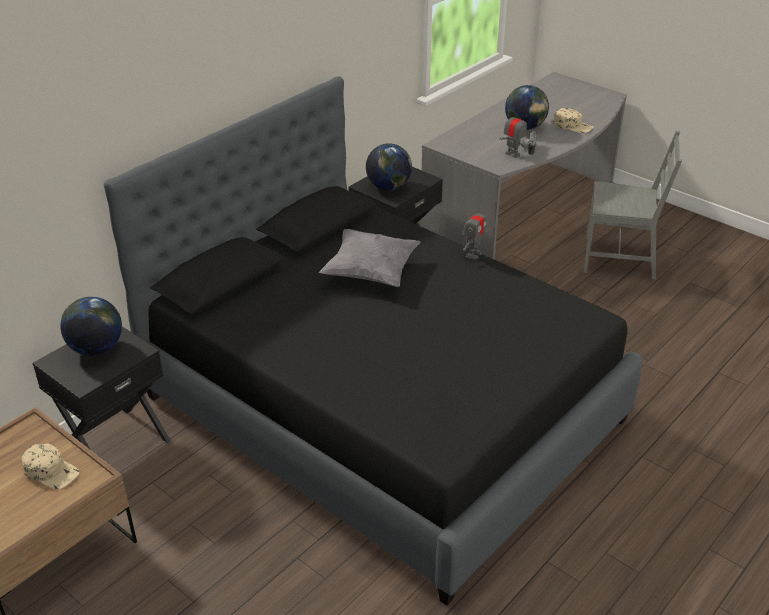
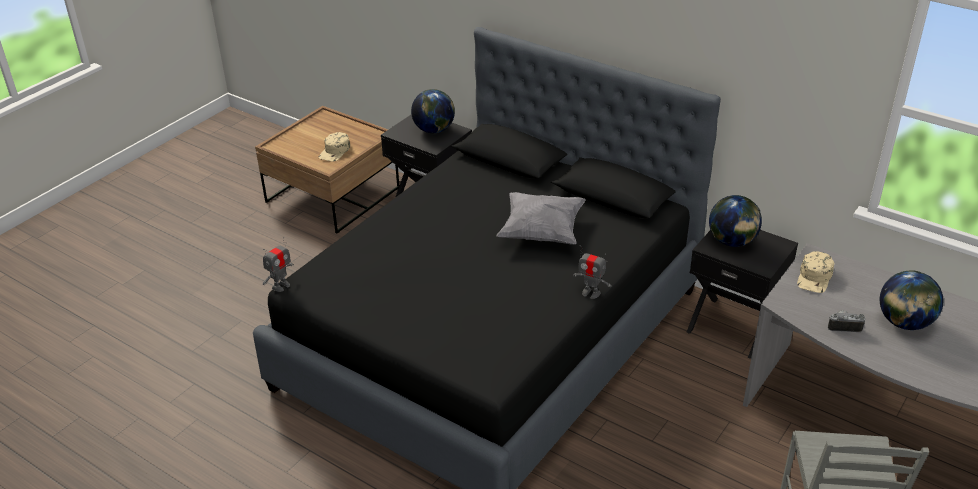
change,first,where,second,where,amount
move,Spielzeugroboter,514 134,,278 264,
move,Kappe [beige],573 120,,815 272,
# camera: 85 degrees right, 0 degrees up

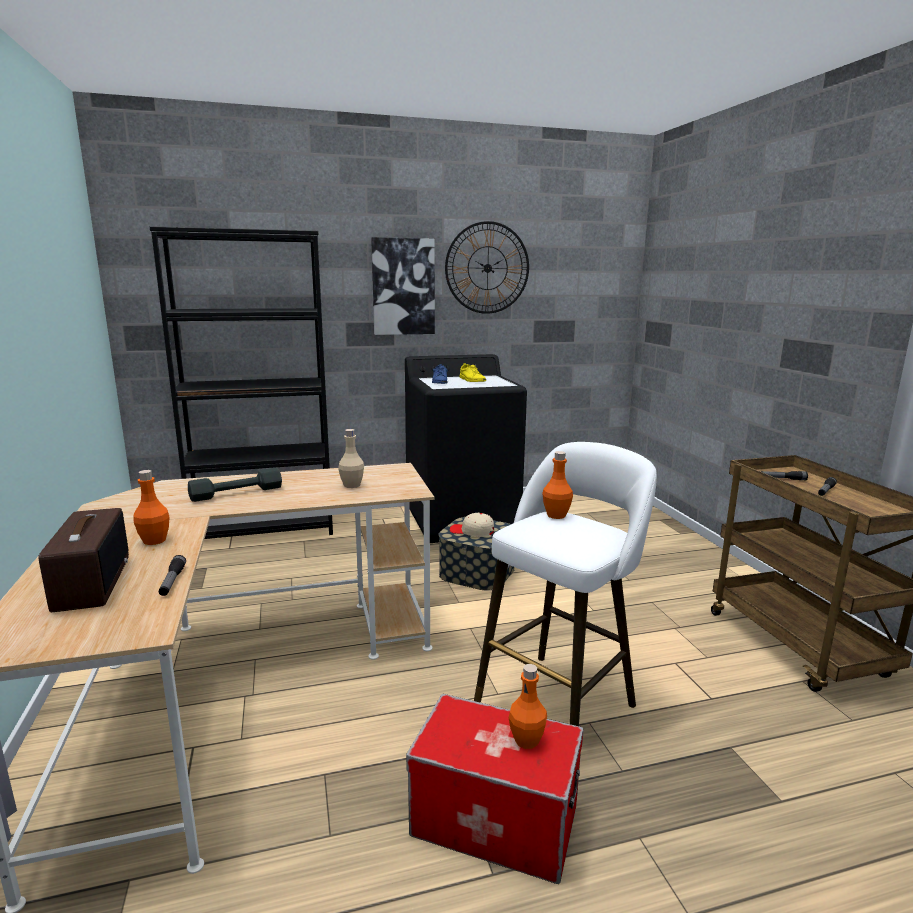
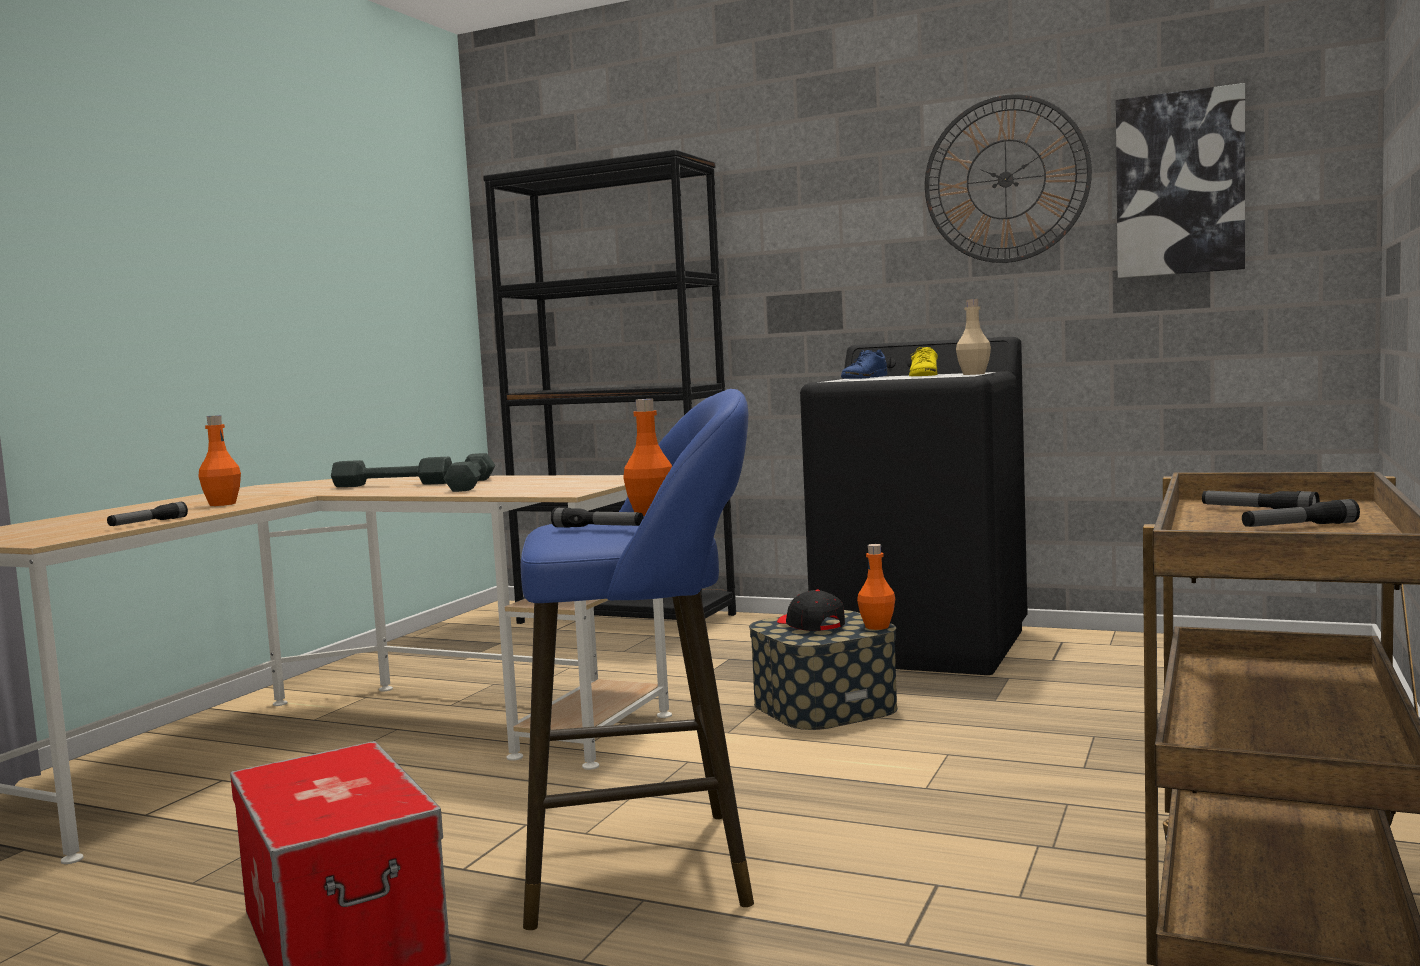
change,first,where,second,where,amount
insert,,,Hantel [grau],469 472,
recolor,Hocker [weiß],565 584,Hocker [blau],637 659,
insert,,,Taschenlampe,597 518,
recolor,Kappe [beige],472 525,Kappe [schwarz],811 610,
move,Flasche [orange],528 706,,876 587,
move,Flasche [beige],351 458,,973 337,
move,Bild,403 286,,1180 180,
delete,Radio,83 560,,,
# camera: 40 degrees right, 10 degrees down

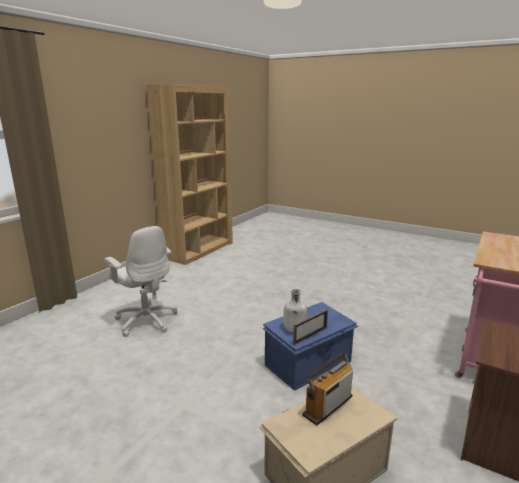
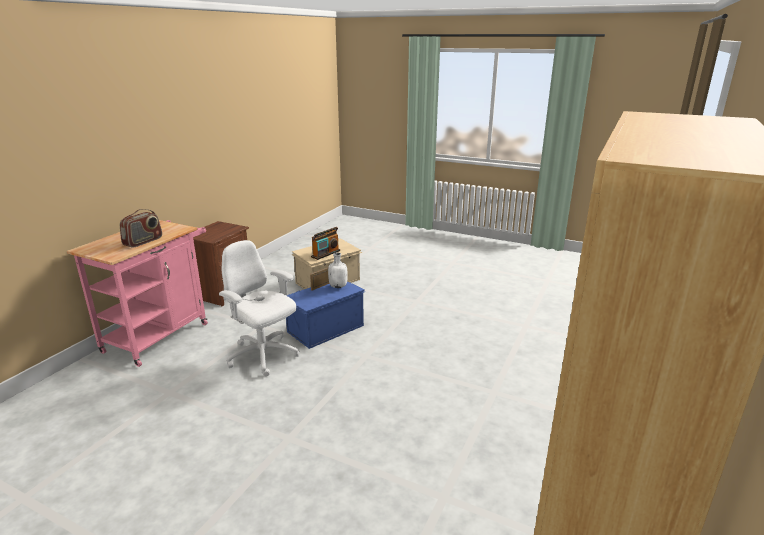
change,first,where,second,where,amount
insert,,,Radio,141 228,
move,Bürostuhl [weiß],141 281,,259 308,
# camera: 175 degrees right, 5 degrees up

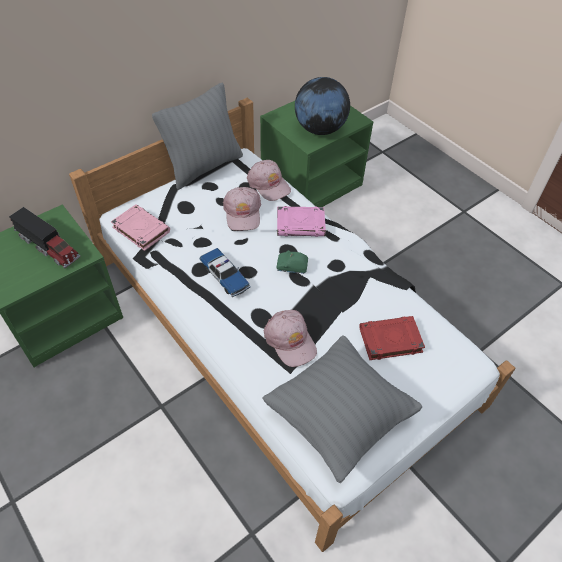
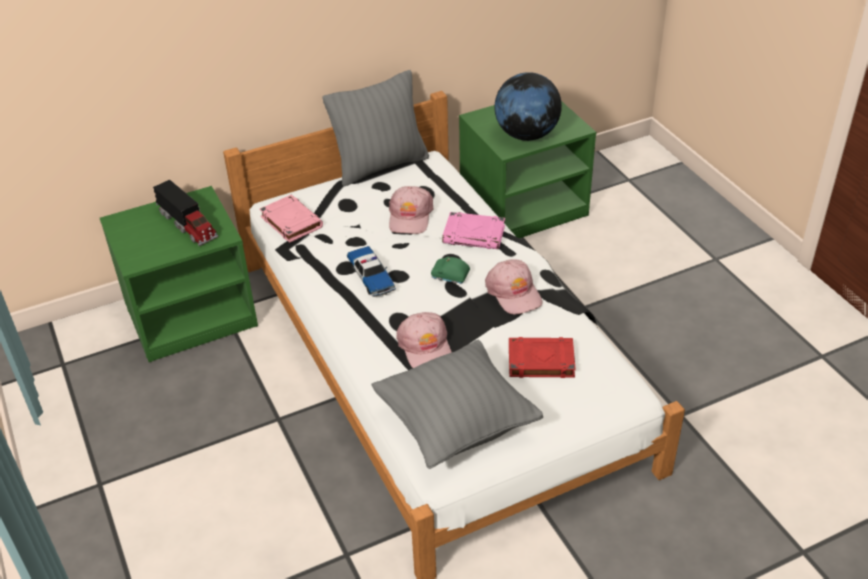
change,first,where,second,where,amount
move,Kappe [rosa],269 180,,514 287,
# camera: 15 degrees right, 10 degrees down

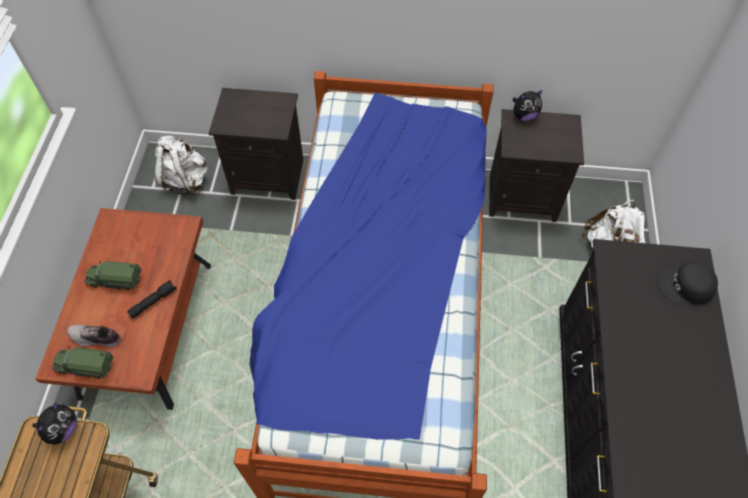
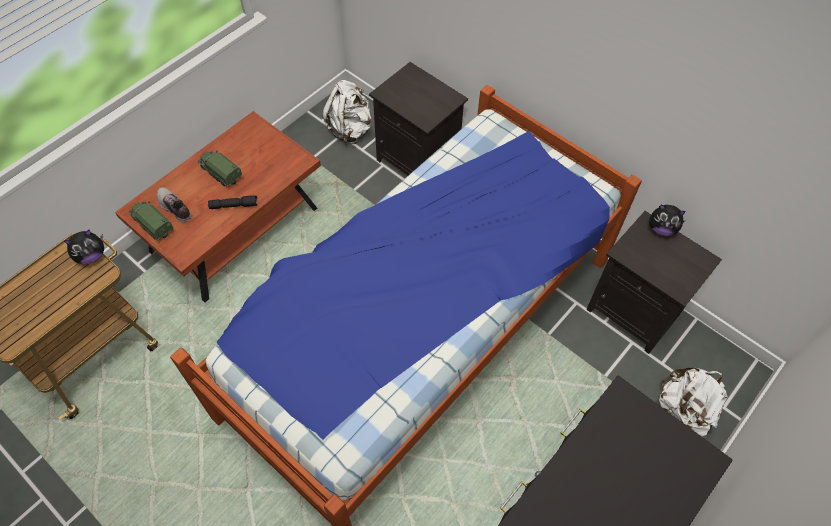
change,first,where,second,where,amount
delete,Kappe [schwarz],688 283,,,
# camera: 35 degrees right, 0 degrees up

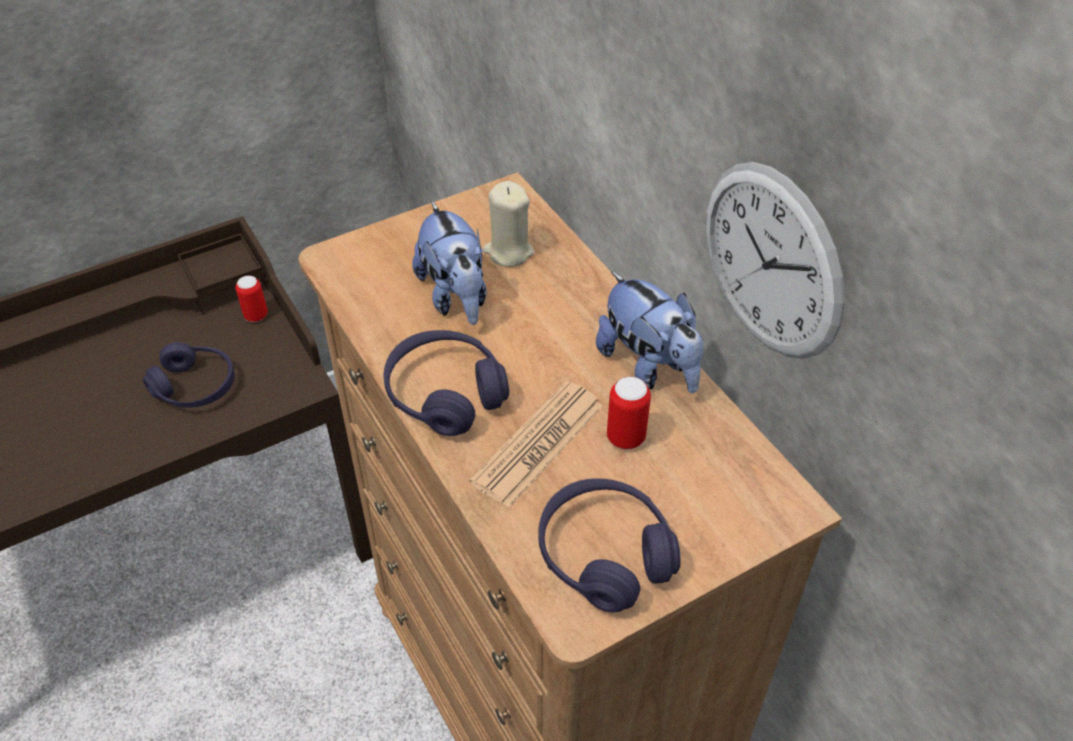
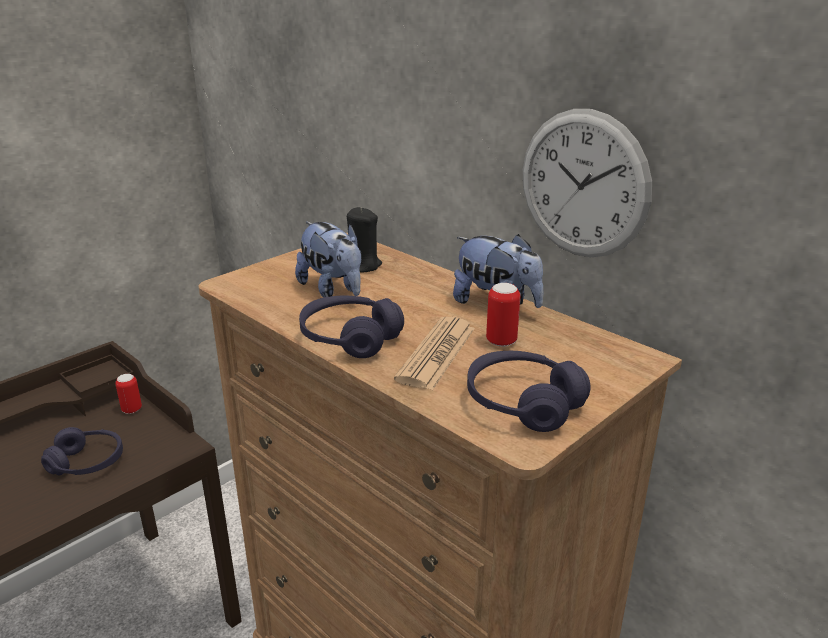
change,first,where,second,where,amount
recolor,Kerze [beige],509 224,Kerze [schwarz],364 239,
# camera: 15 degrees left, 20 degrees down

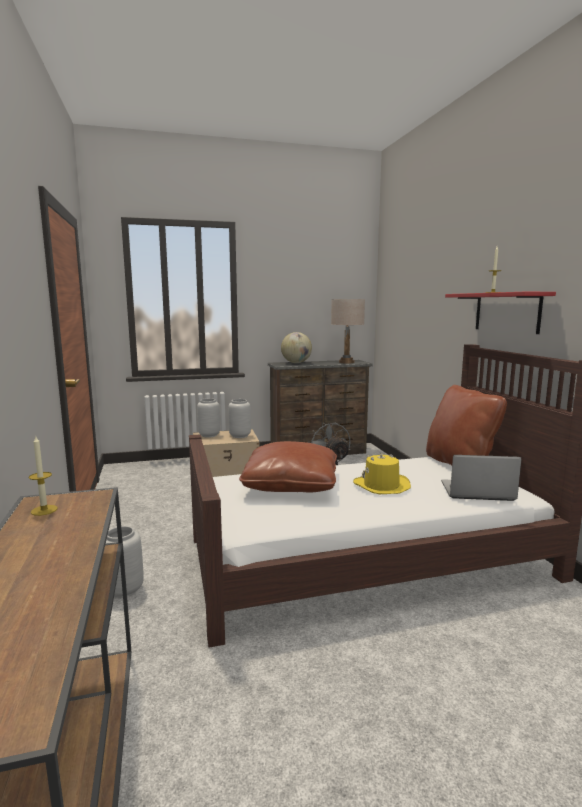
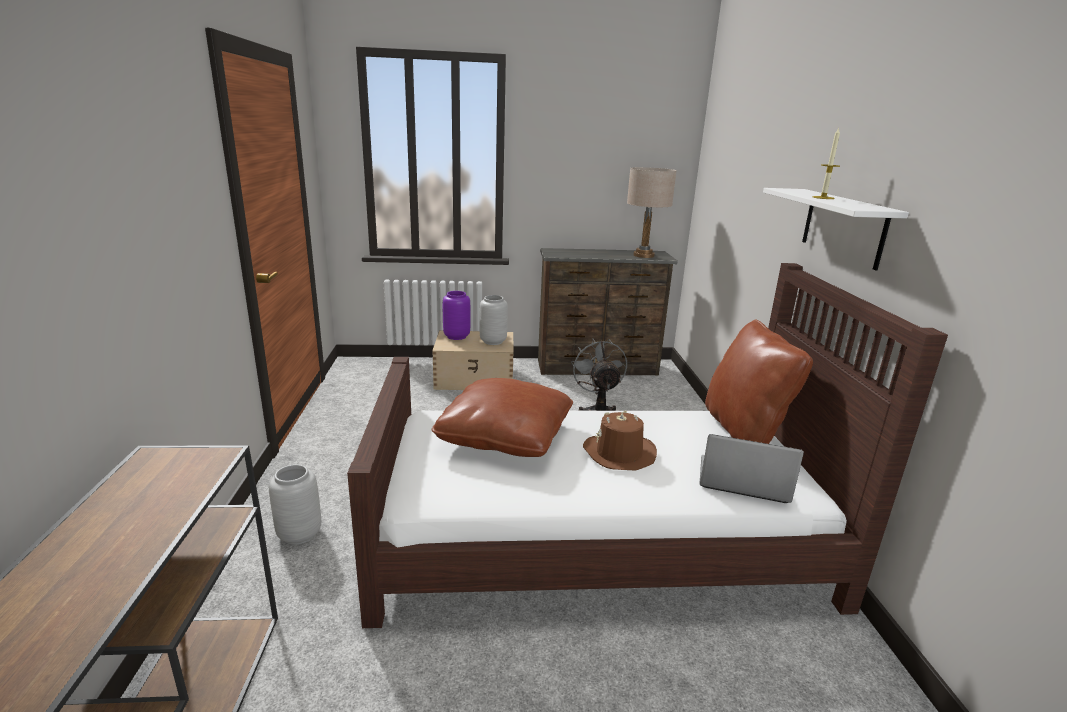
change,first,where,second,where,amount
recolor,Vase [grau],208 418,Vase [lila],456 315,
recolor,Hut [gelb],382 473,Hut [braun],620 440,
recolor,Wandregal [rot],500 313,Wandregal [weiß],836 229,
delete,Kerze,43 476,,,
delete,Globus,296 347,,,
# camera: 10 degrees right, 10 degrees up

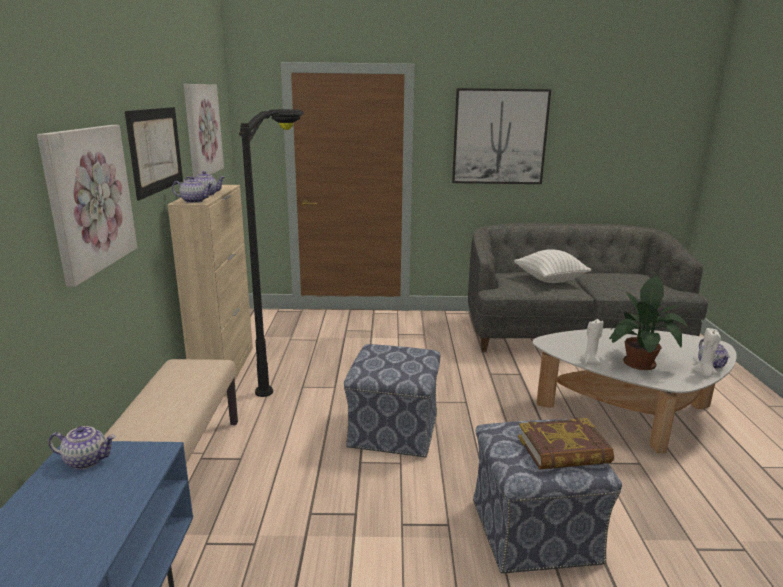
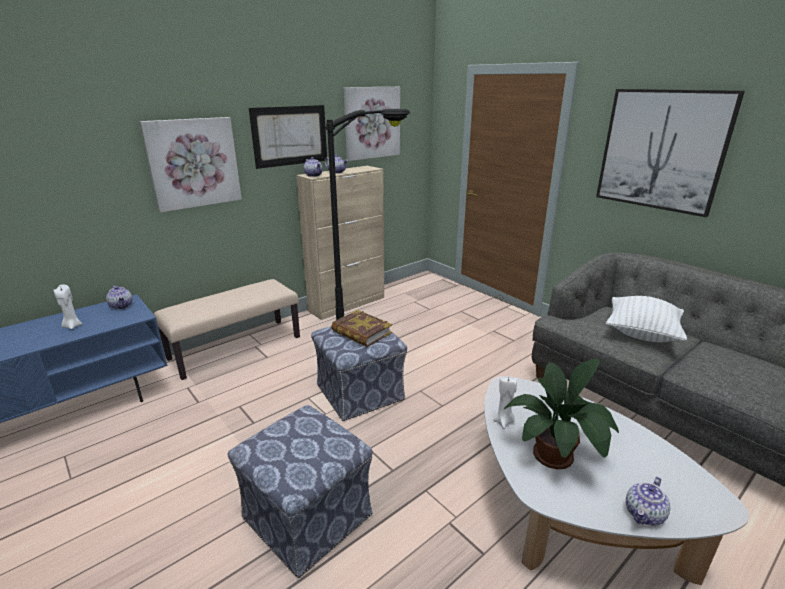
change,first,where,second,where,amount
move,Kerze [weiß],706 352,,67 307,
move,Buch,566 444,,361 328,
# camera: 50 degrees right, 5 degrees up

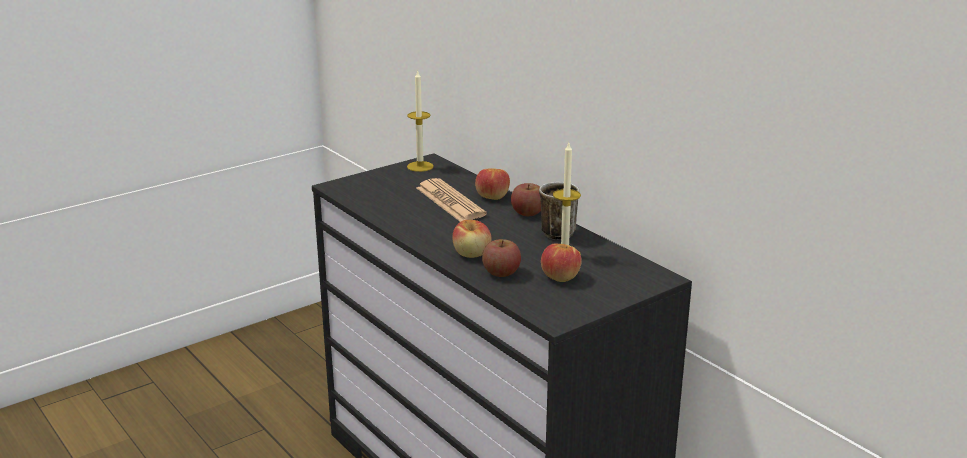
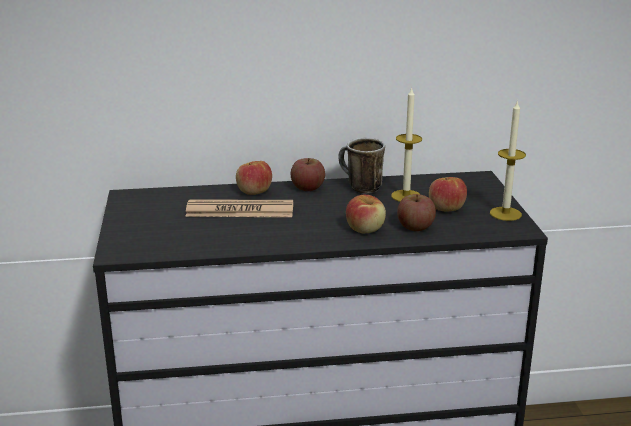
change,first,where,second,where,amount
move,Kerze,420 121,,508 160,
# camera: 60 degrees left, 0 degrees up

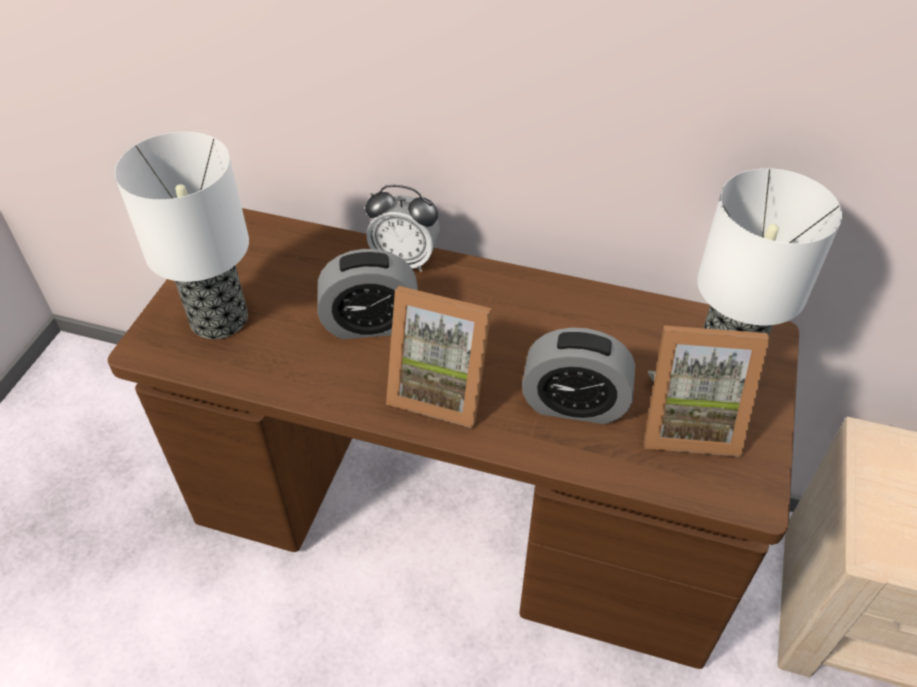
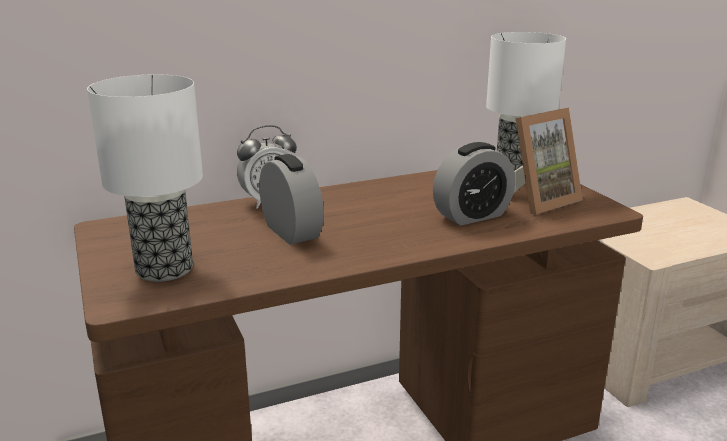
change,first,where,second,where,amount
rotate,Wecker,367 294,,291 199,75 degrees counterclockwise
delete,Bilderrahmen,439 357,,,
# camera: 40 degrees left, 25 degrees down

